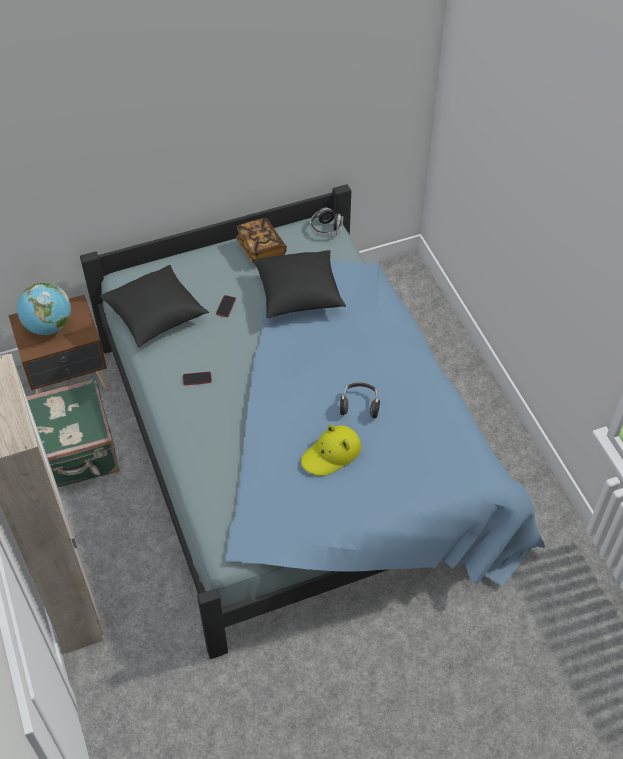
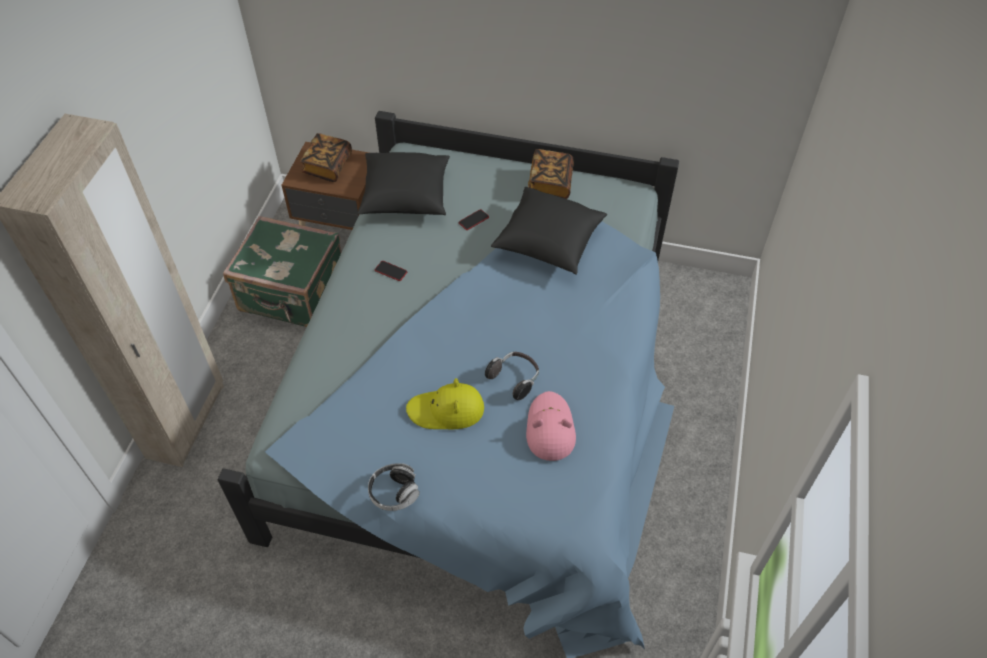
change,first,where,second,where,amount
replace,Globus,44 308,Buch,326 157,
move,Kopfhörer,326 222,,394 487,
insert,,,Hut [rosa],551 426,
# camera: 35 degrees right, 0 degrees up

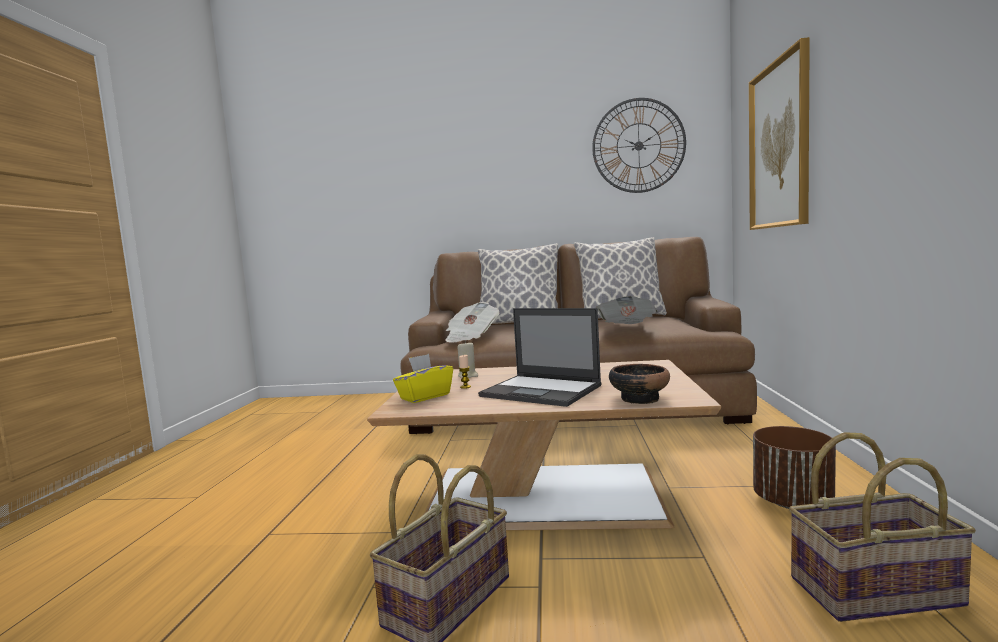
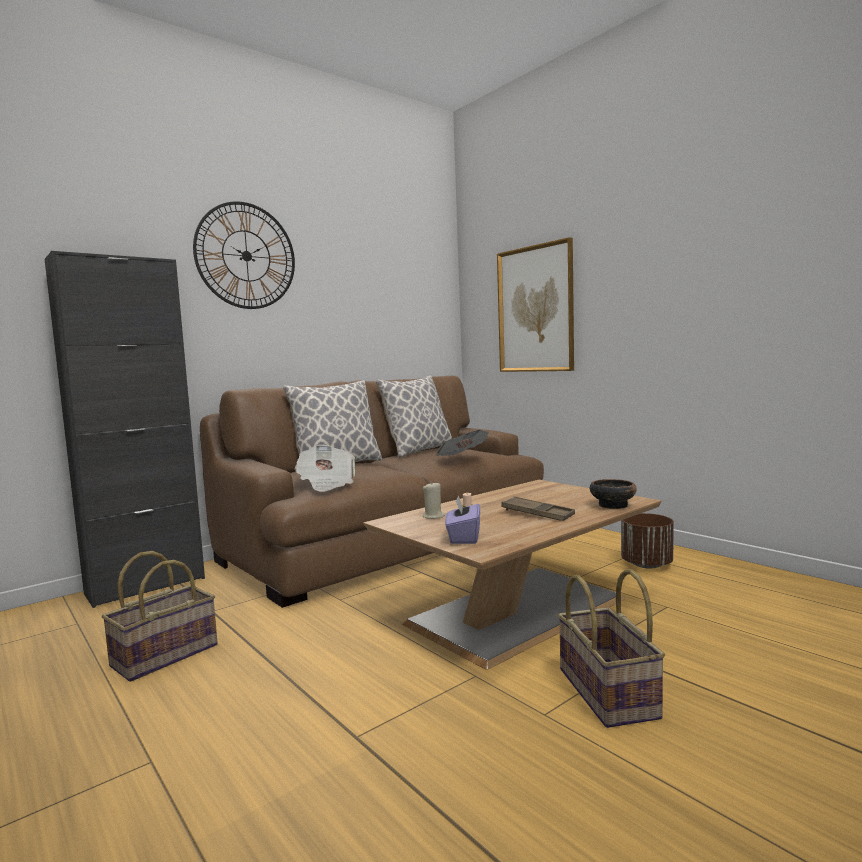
change,first,where,second,where,amount
insert,,,Schrank [schwarz],124 429,
move,Korb,882 527,,160 616,
move,Wanduhr,639 145,,244 255,
recolor,Taschentuchbox [gelb],423 378,Taschentuchbox [lila],462 519,
replace,Laptop,540 357,Tablett [braun],538 508,
# camera: 45 degrees left, 0 degrees up

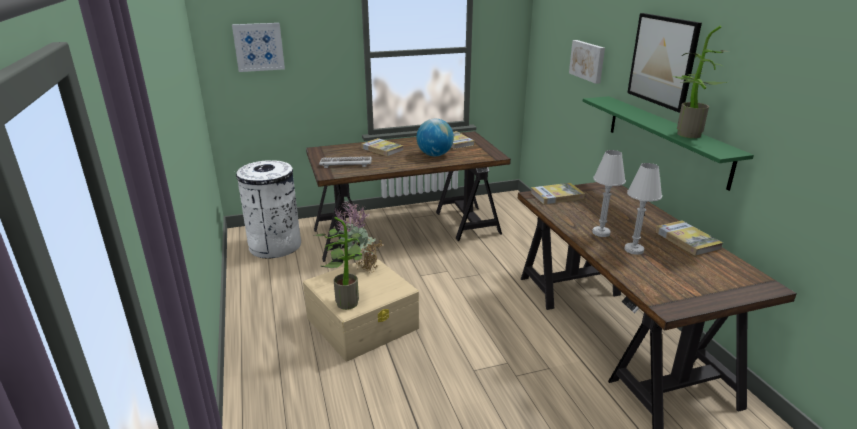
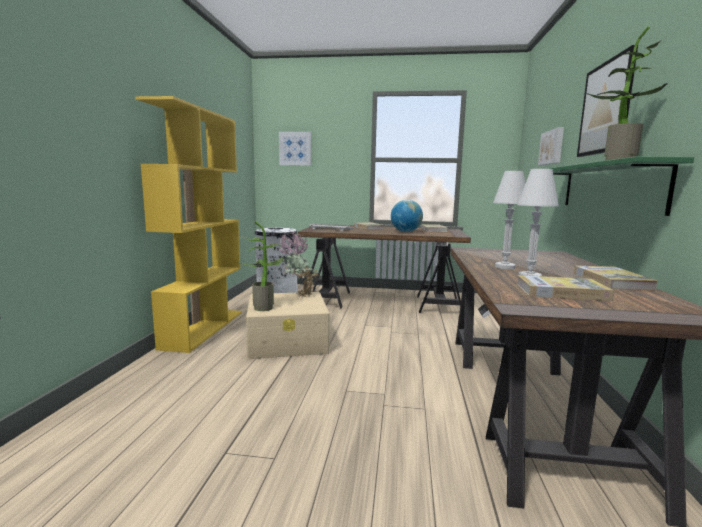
change,first,where,second,where,amount
insert,,,Bücherregal [gelb],188 224,
move,Buch,558 194,,565 288,
# camera: 25 degrees right, 15 degrees down

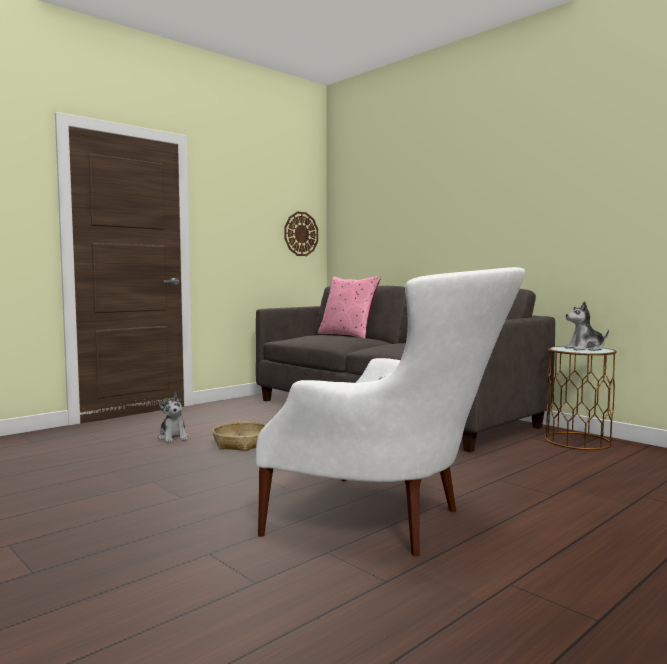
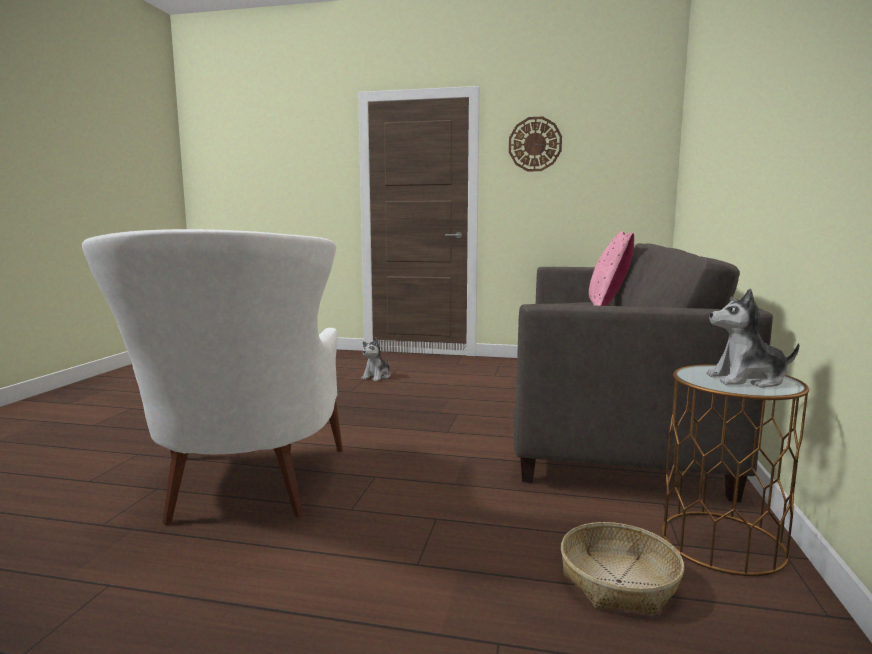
change,first,where,second,where,amount
move,Wanduhr,301 234,,535 144,
move,Korb,239 436,,622 568,
rotate,Plüschtier,587 326,,753 337,45 degrees counterclockwise
# camera: 55 degrees right, 5 degrees up

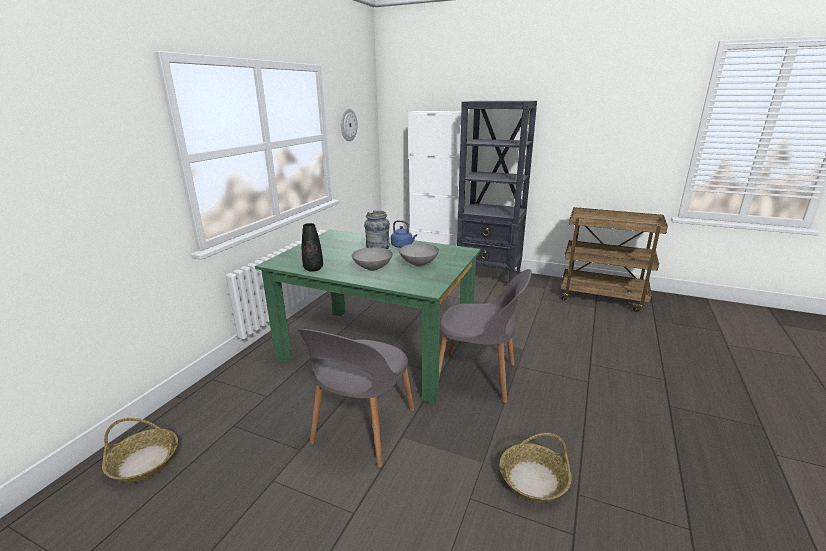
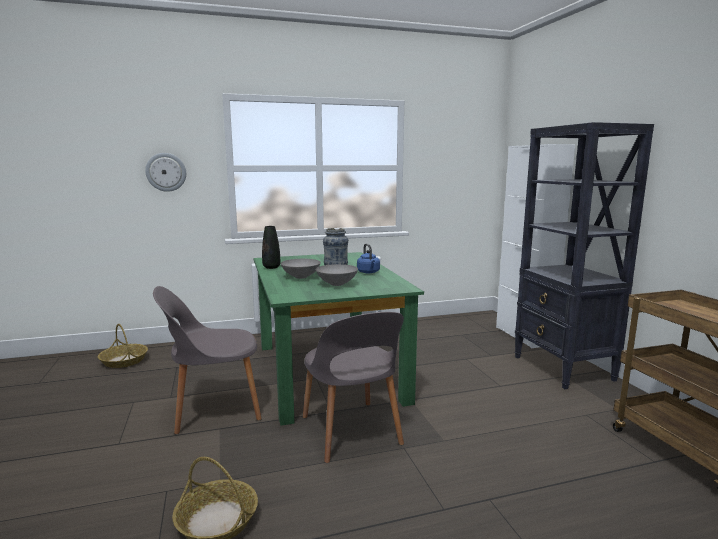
change,first,where,second,where,amount
move,Wanduhr,349 125,,165 172,
# camera: 50 degrees right, 10 degrees down

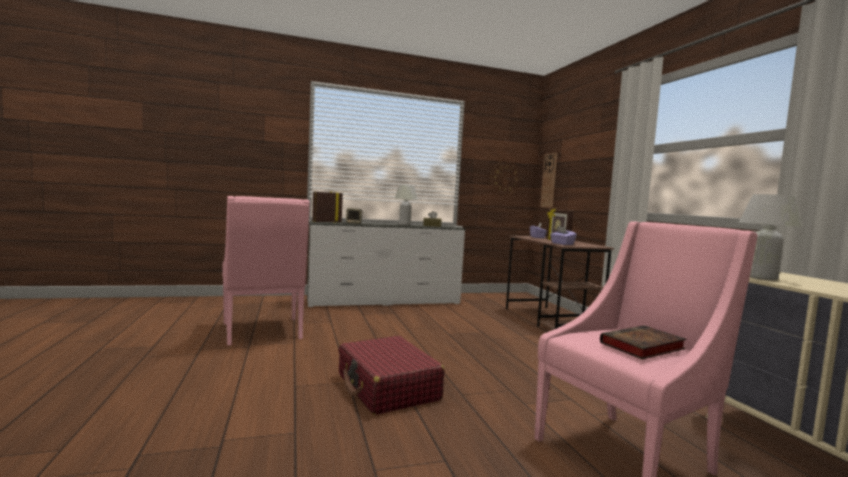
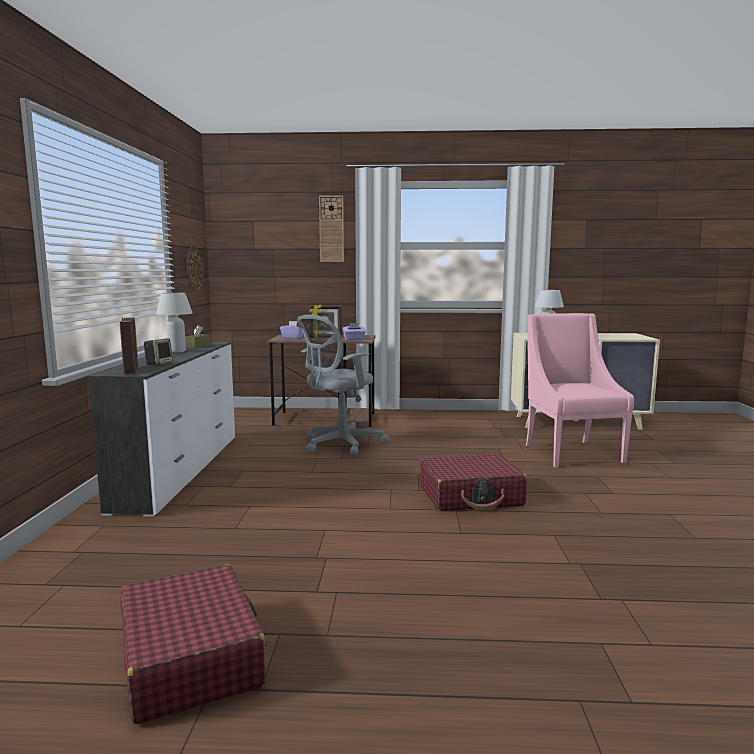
change,first,where,second,where,amount
insert,,,Koffer [rot],193 644,
insert,,,Bürostuhl [grau],343 385,
move,Wanduhr,548 180,,331 228,
delete,Sessel [rosa],266 271,,,
delete,Buch,643 342,,,
# camera: 70 degrees left, 5 degrees up

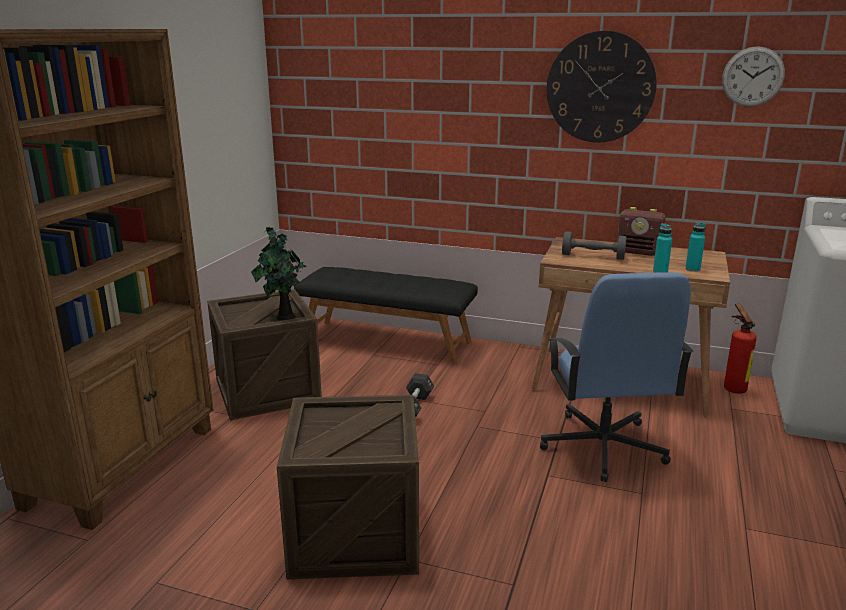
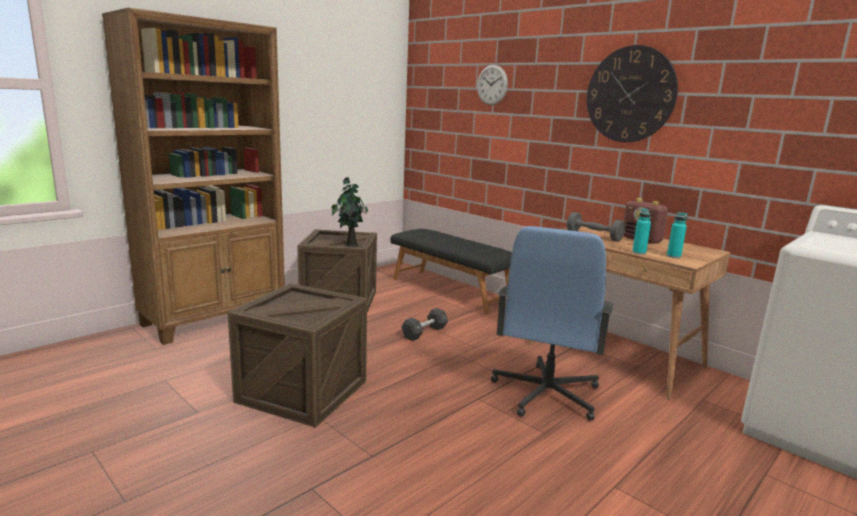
change,first,where,second,where,amount
move,Wanduhr,753 76,,492 85,
delete,Feuerlöscher,740 348,,,
# camera: 25 degrees right, 5 degrees down

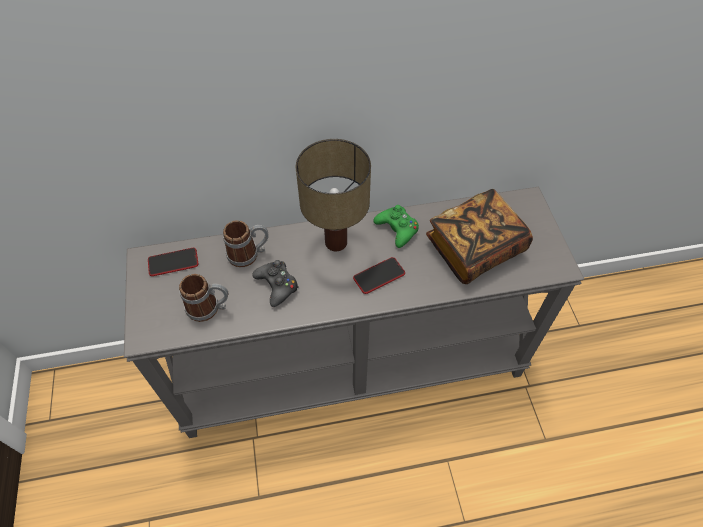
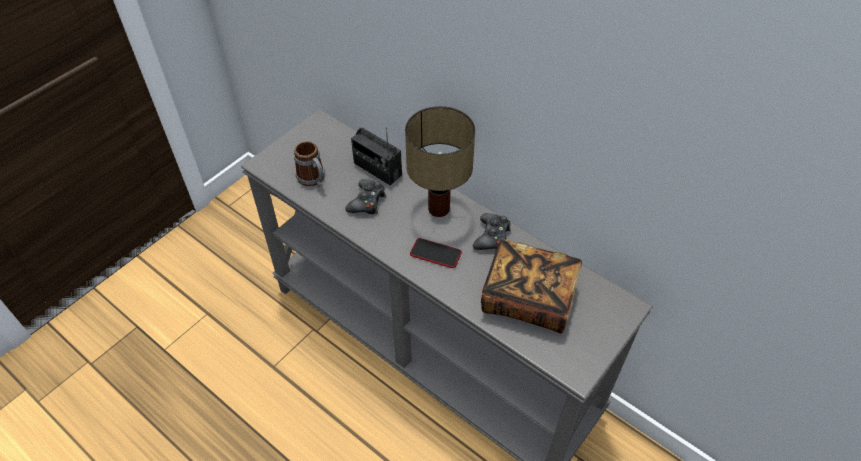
change,first,where,second,where,amount
replace,Henkelbecher,246 243,Radio,376 156,
recolor,Gamepad [grün],396 226,Gamepad [schwarz],492 231,
delete,Handy,173 262,,,
# camera: 50 degrees right, 5 degrees down

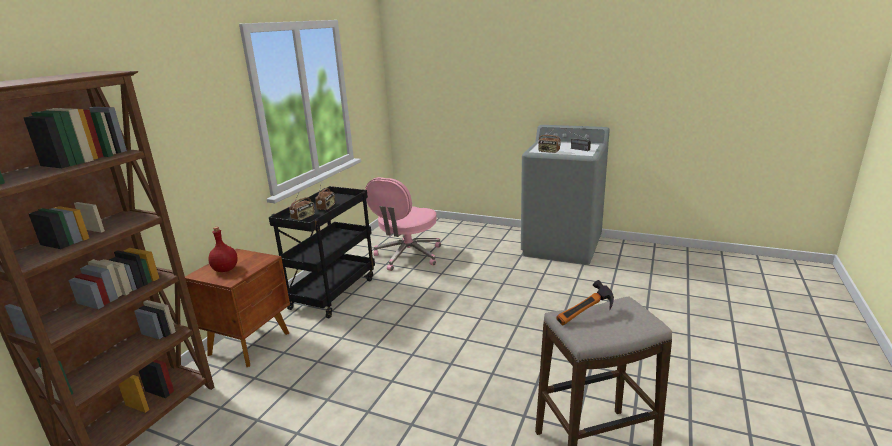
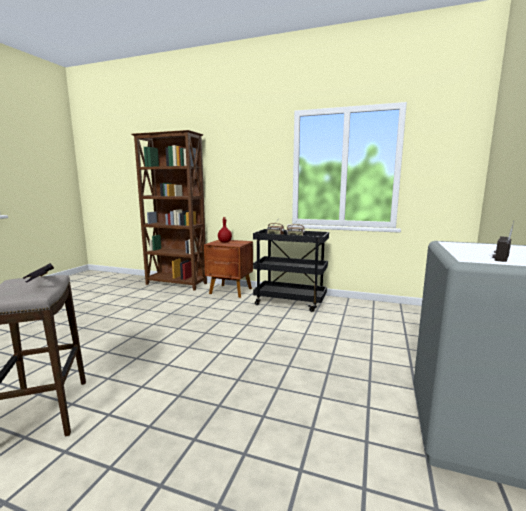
change,first,where,second,where,amount
delete,Bürostuhl [rosa],403 224,,,
delete,Radio,549 140,,,
# camera: 85 degrees right, 10 degrees down

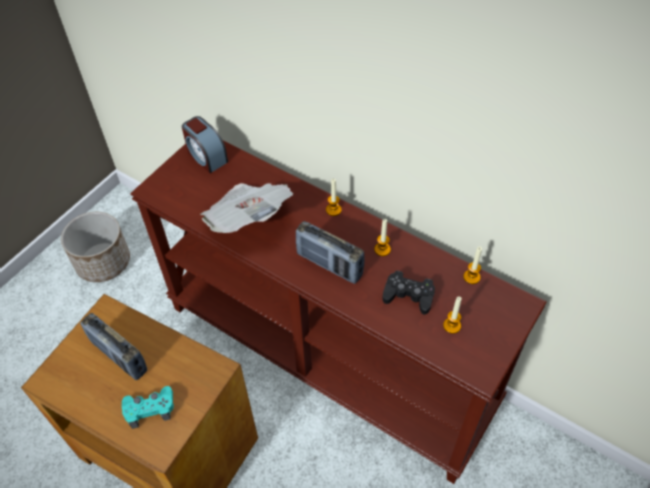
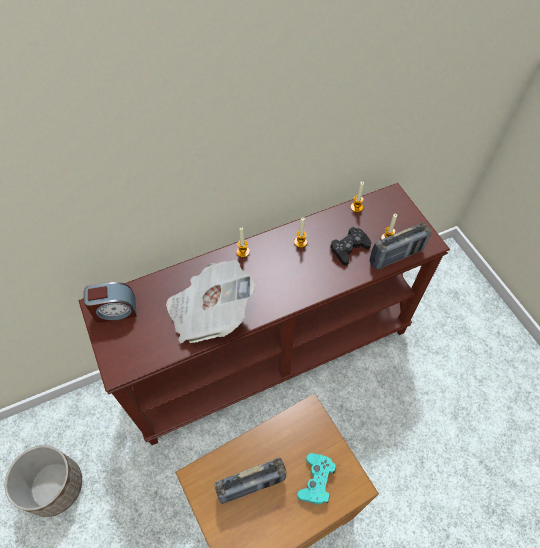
change,first,where,second,where,amount
move,Radio,330 252,,401 246,
# camera: 60 degrees left, 5 degrees up

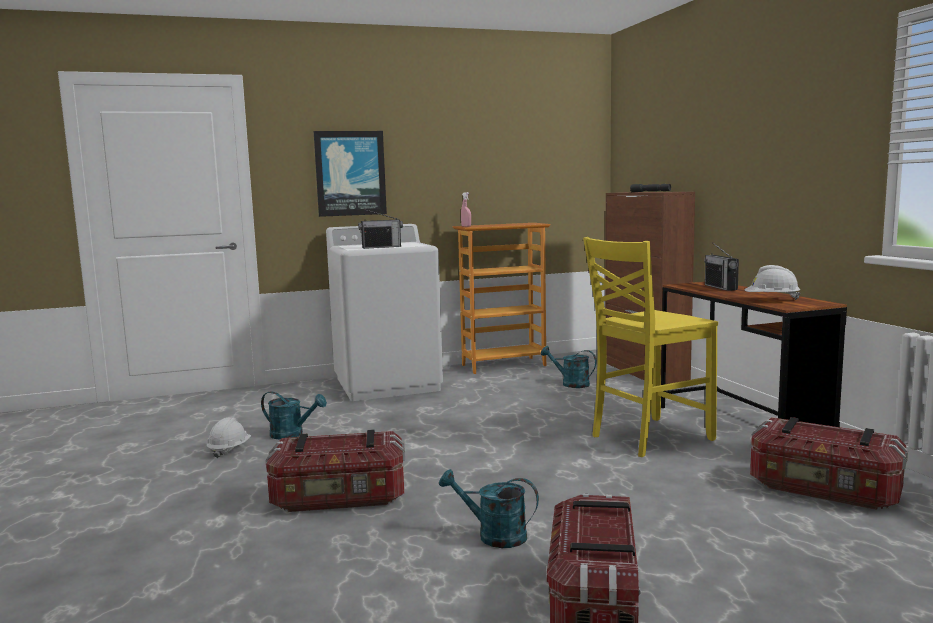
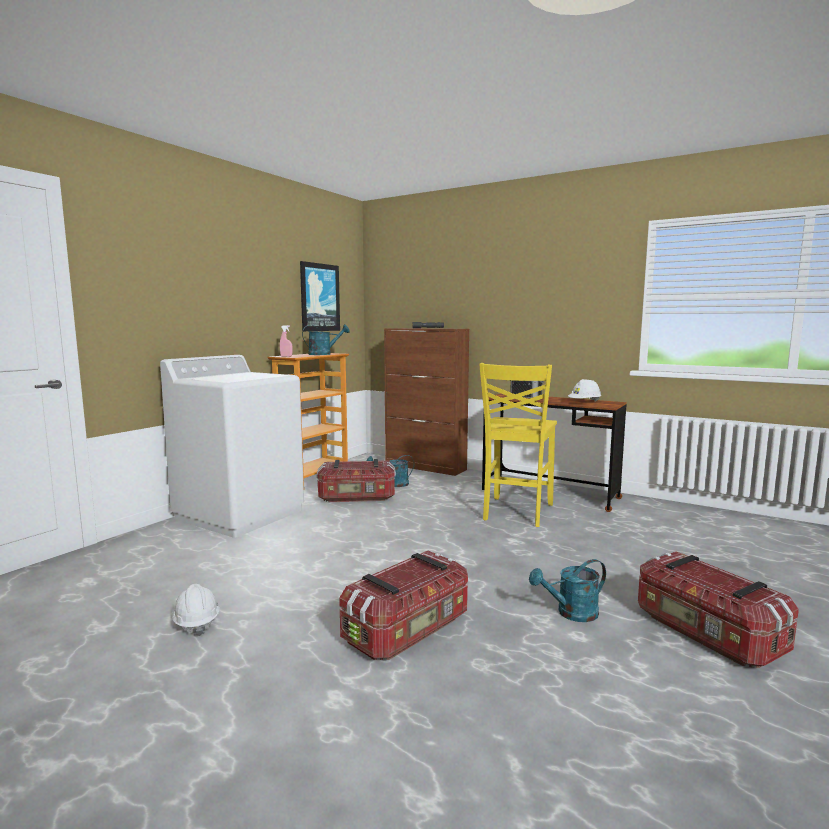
change,first,where,second,where,amount
move,Bild,350 174,,320 296,
move,Gießkanne [türkis],294 415,,326 340,
move,Aufbewahrungsbox,829 463,,356 480,
delete,Radio,380 229,,,
# camera: 40 degrees left, 0 degrees up

